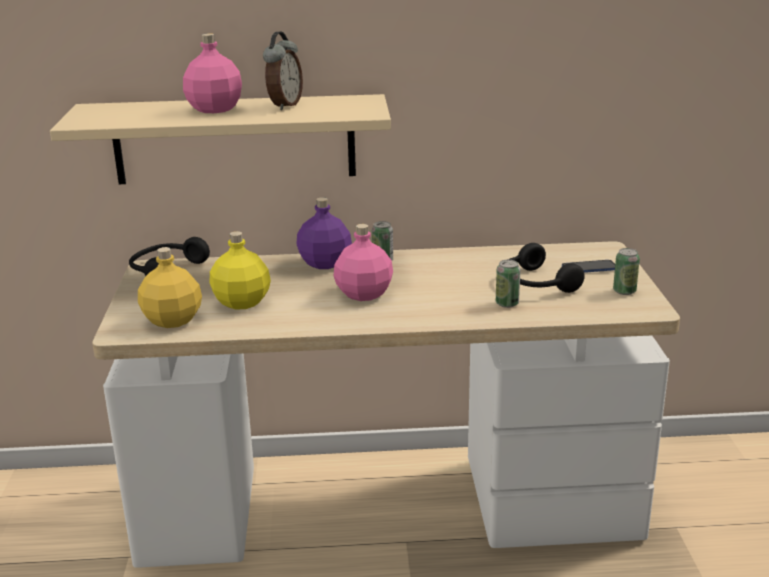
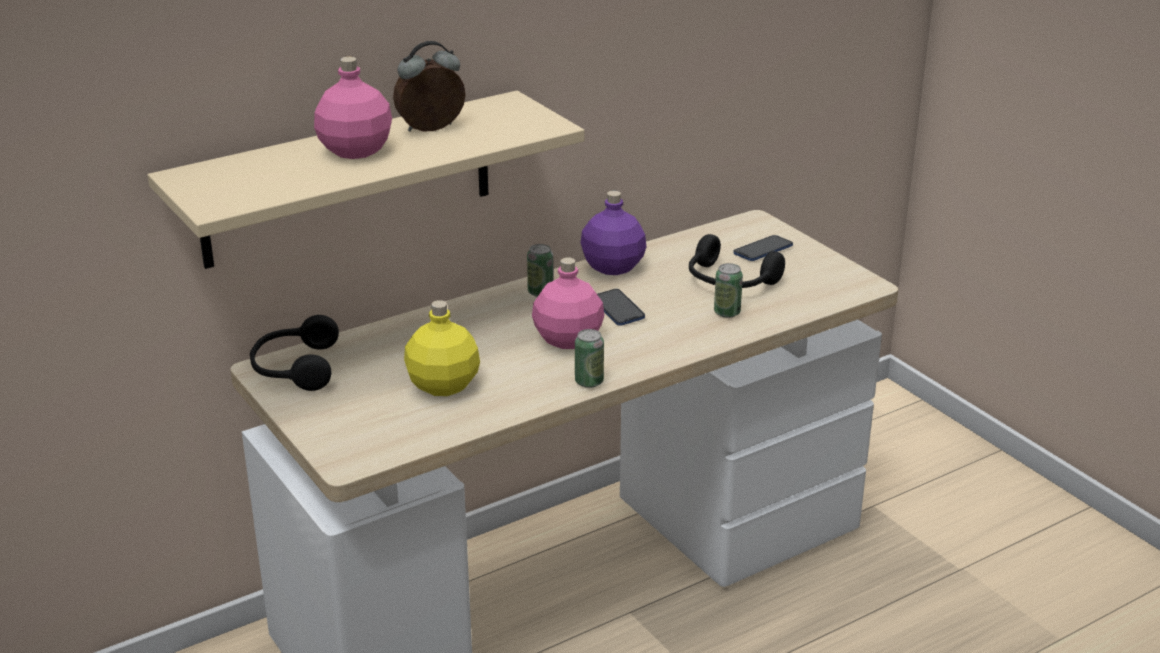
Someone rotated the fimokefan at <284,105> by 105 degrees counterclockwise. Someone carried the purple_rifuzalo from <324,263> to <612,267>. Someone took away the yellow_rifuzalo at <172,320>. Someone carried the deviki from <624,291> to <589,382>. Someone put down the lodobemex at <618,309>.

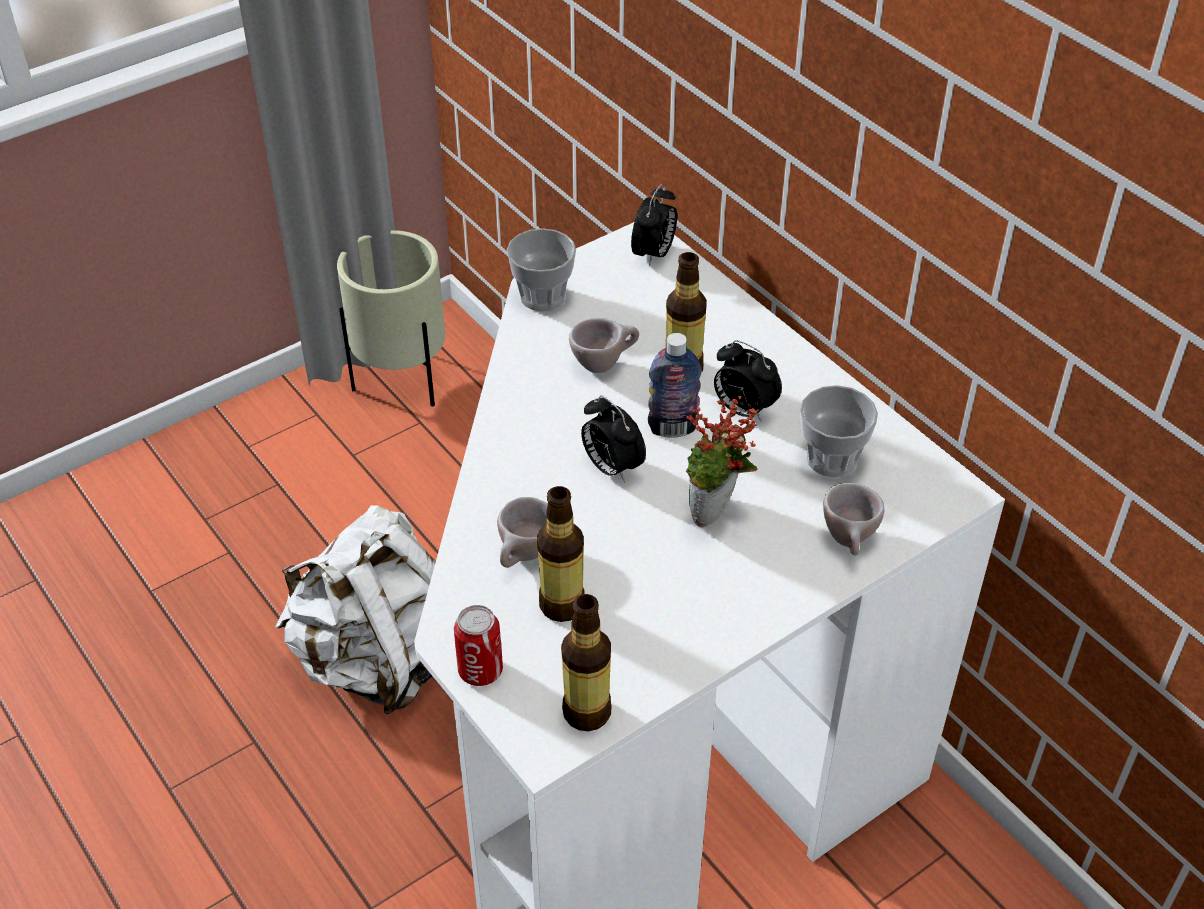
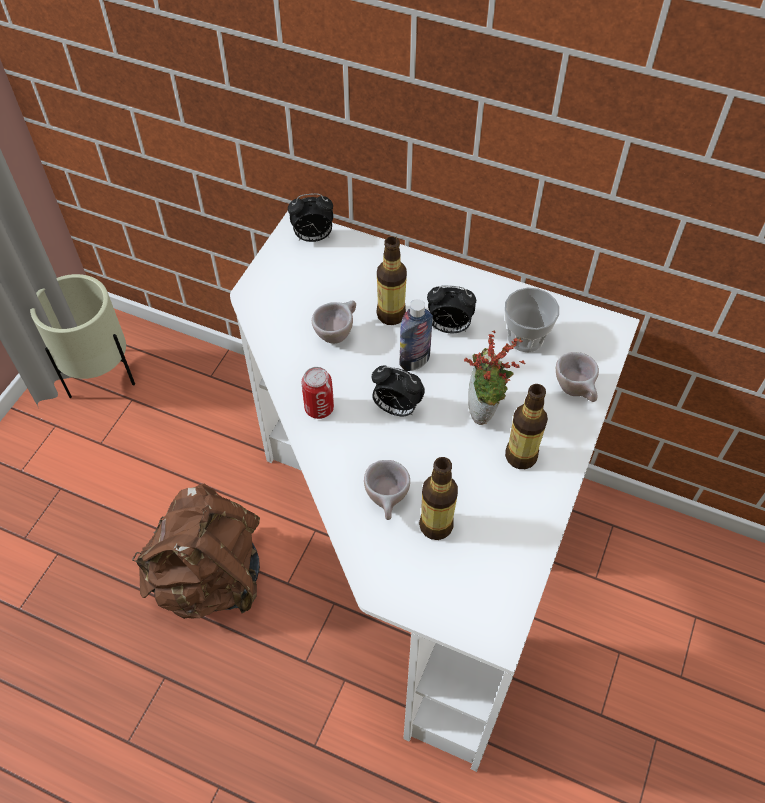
Someone rotated the fimokefan at <654,254> by 90 degrees clockwise. Someone took away the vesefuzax at <543,297>. Someone repainted the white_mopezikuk at <378,660>, which became the brown_mopezikuk at <211,578>. Someone carried the rifuzalo from <586,712> to <521,456>. Someone carried the deviki from <480,670> to <319,408>.

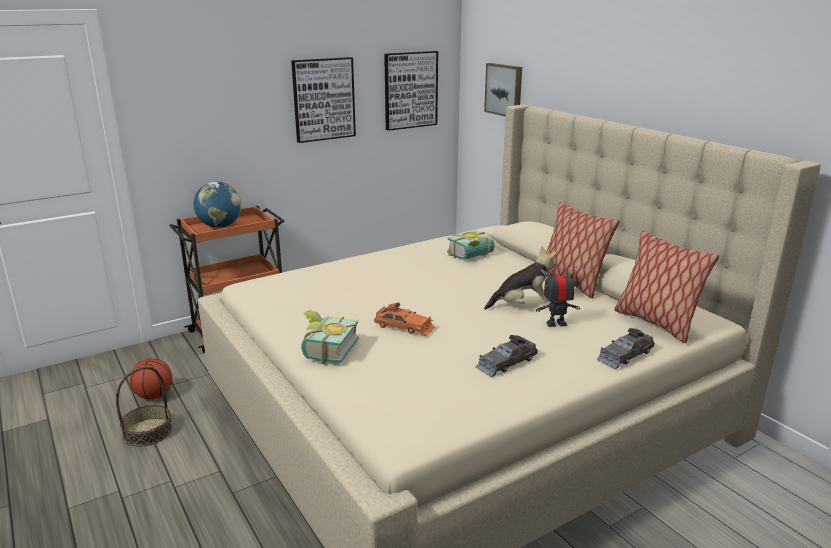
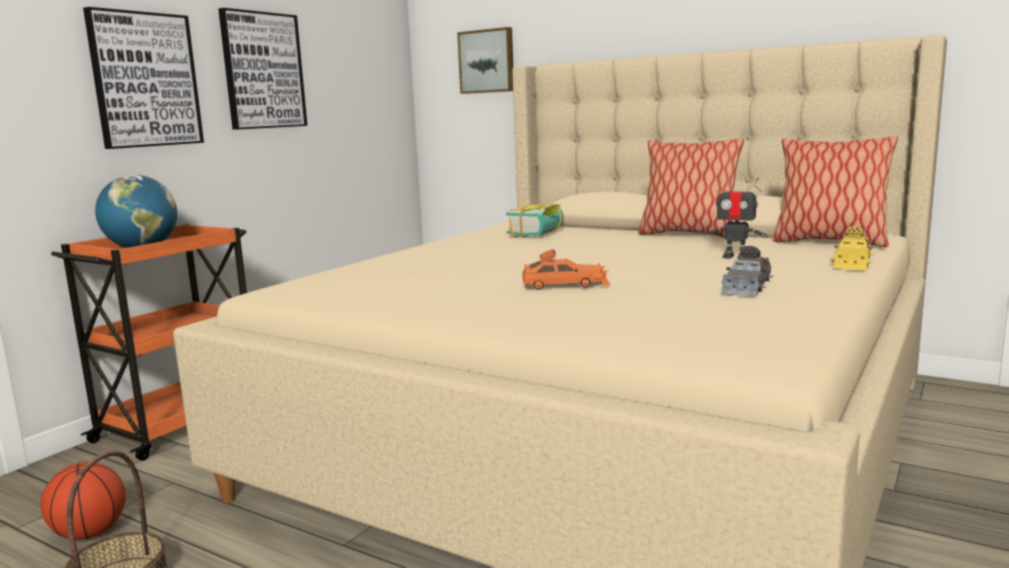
Someone carried the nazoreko from <410,90> to <145,80>. Someone took away the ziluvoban at <522,305>. Someone rotated the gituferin at <556,324> by 120 degrees counterclockwise. Someone took away the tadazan at <325,350>. Someone repainted the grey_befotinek at <625,355>, which became the yellow_befotinek at <852,262>.

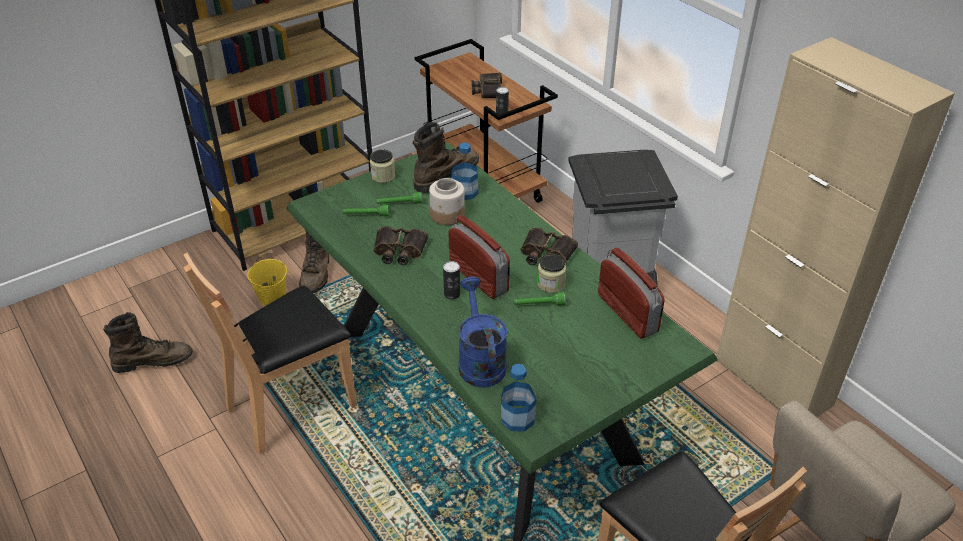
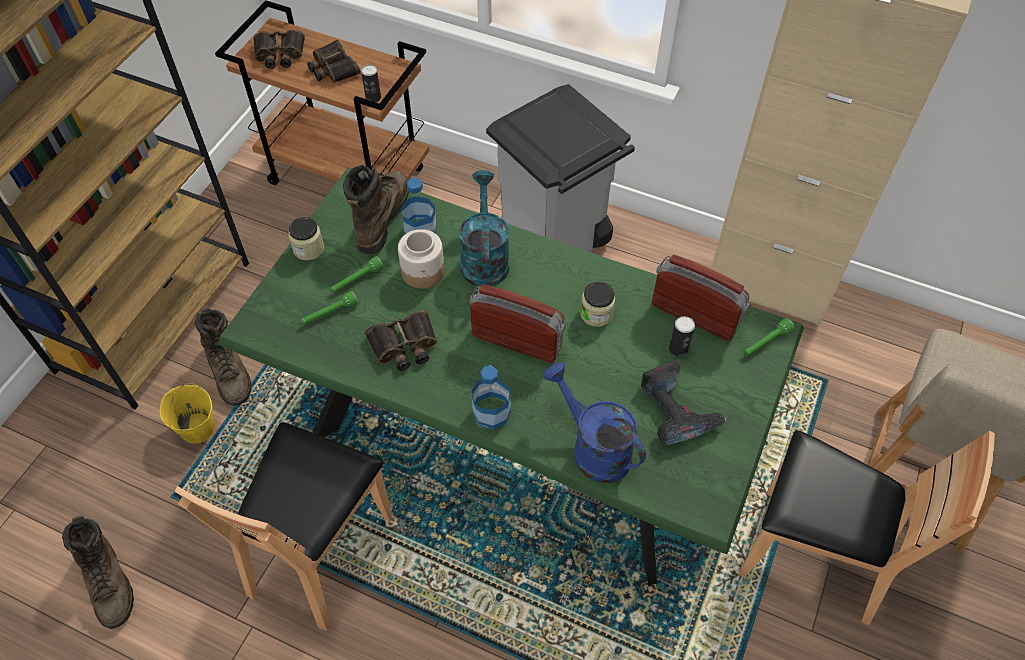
Someone carried the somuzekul from <546,254> to <279,54>. Someone carried the deviki from <452,294> to <678,349>. Someone carried the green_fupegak from <539,305> to <765,343>. Someone rotated the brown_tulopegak at <153,361> by 105 degrees clockwise. Someone carried the rifuzalo from <517,418> to <491,412>. Someone put down the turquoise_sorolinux at <484,258>. Someone put down the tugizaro at <677,409>.

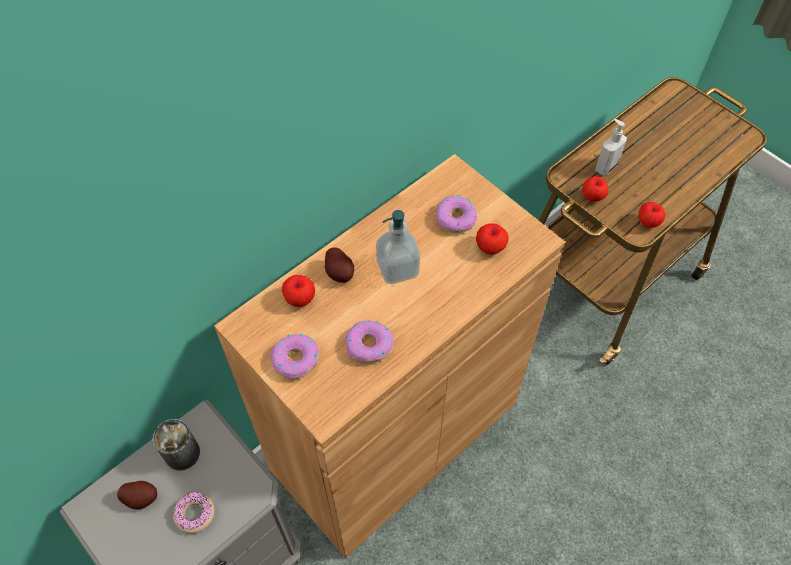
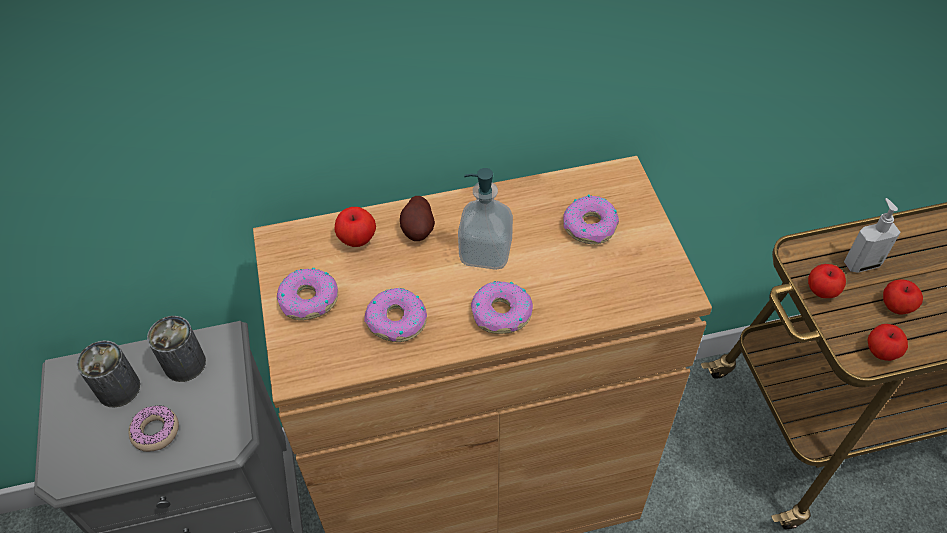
Someone carried the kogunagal from <490,247> to <896,307>. Someone swapped the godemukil at <141,498> for the deviki at <118,388>. Someone put down the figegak at <501,313>.

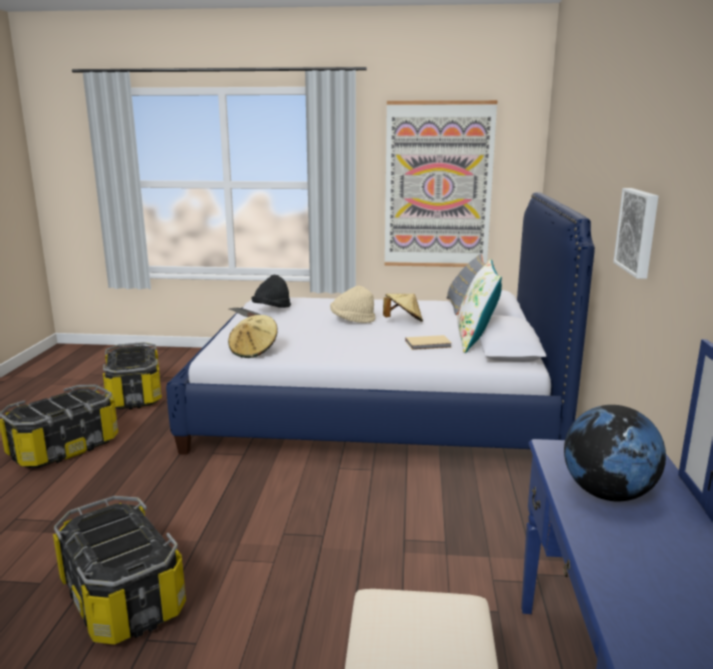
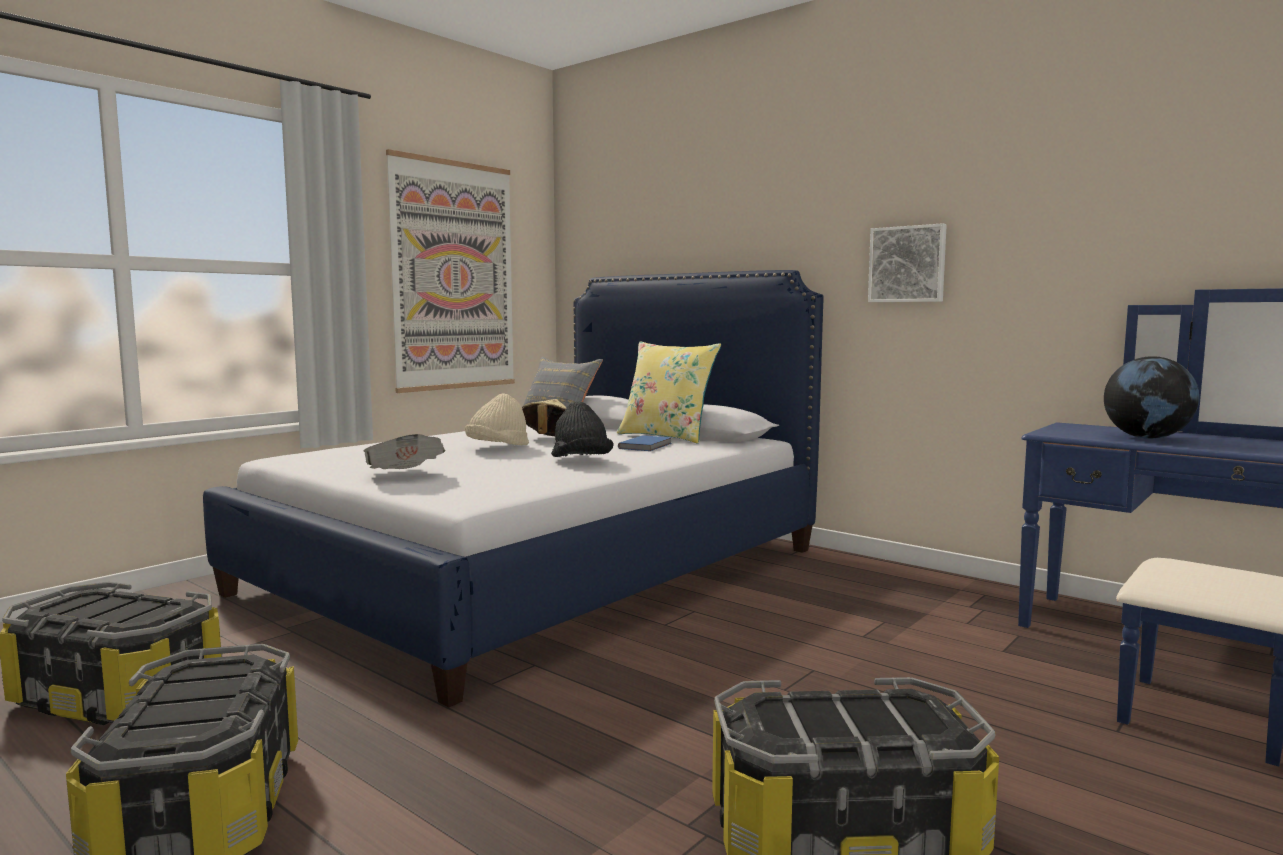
Someone repainted the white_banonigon at <476,340>, which became the yellow_banonigon at <667,436>. Someone carried the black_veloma from <272,309> to <581,461>. Someone took away the beige_veloma at <254,351>. Someone repainted the beige_tadazan at <429,344>, which became the blue_tadazan at <647,446>.

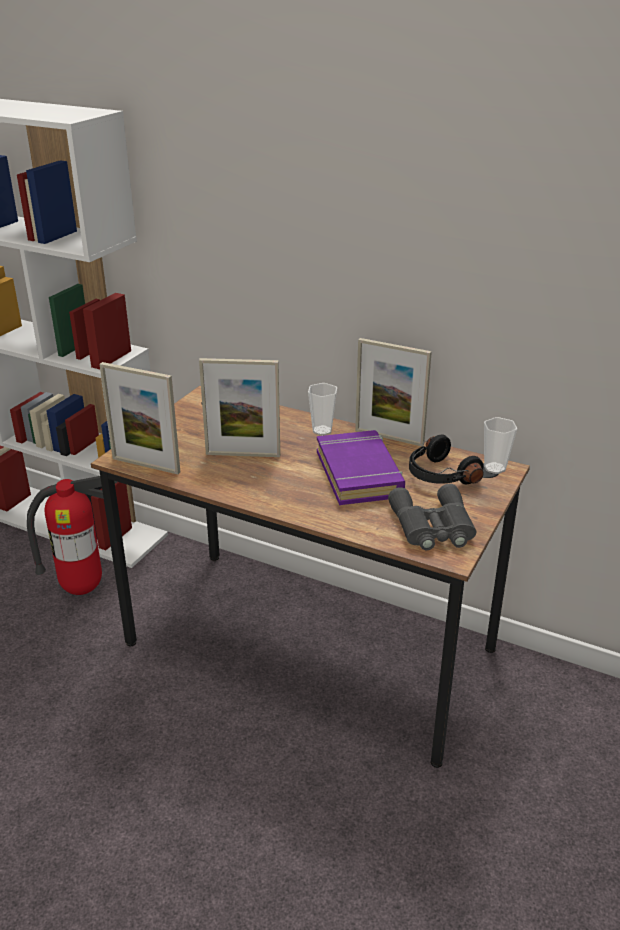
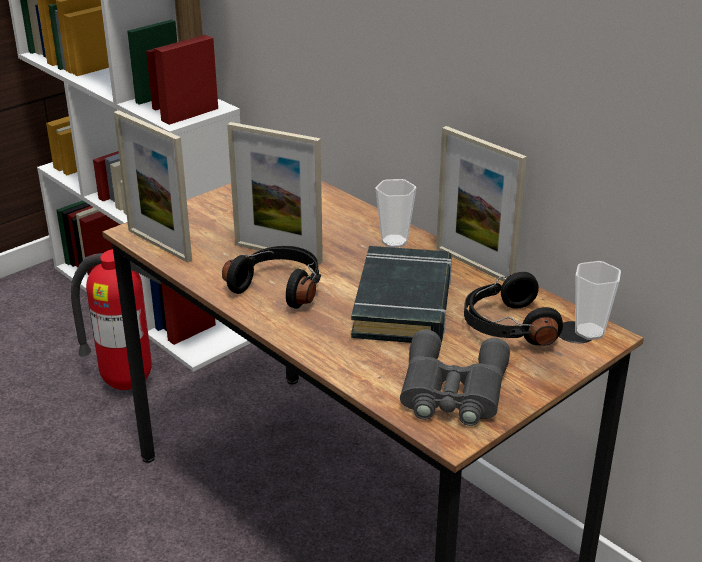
Someone repainted the purple_tadazan at <359,474>, which became the black_tadazan at <403,304>. Someone put down the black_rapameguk at <280,287>.

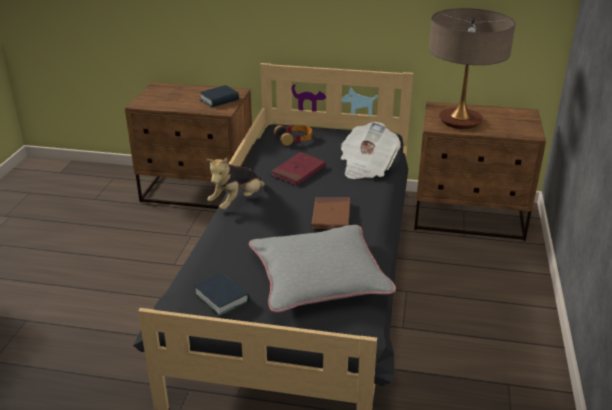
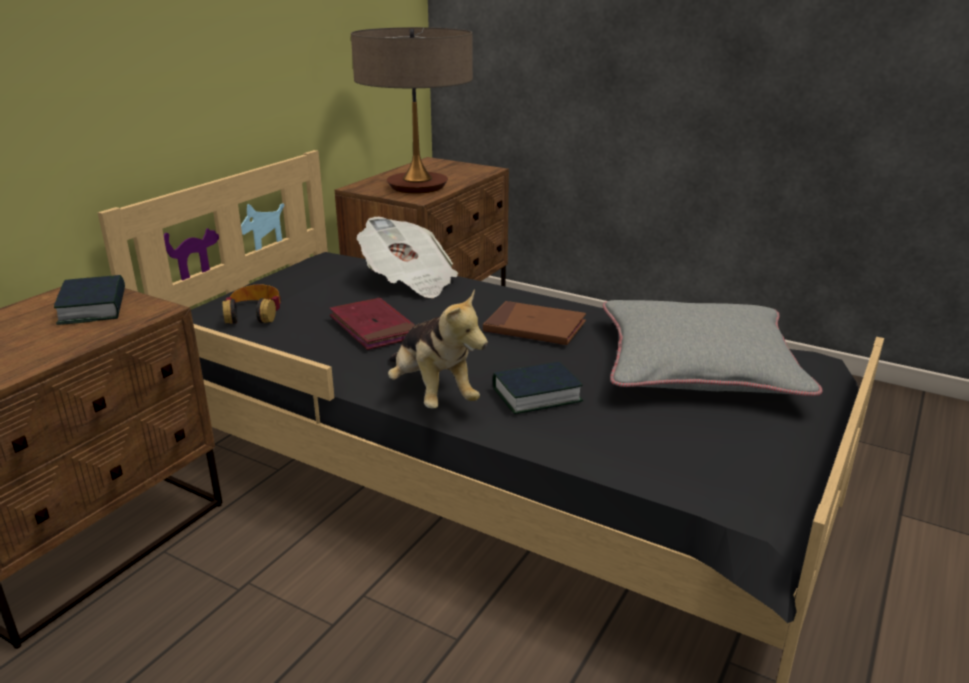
Someone carried the tadazan from <221,298> to <536,395>.

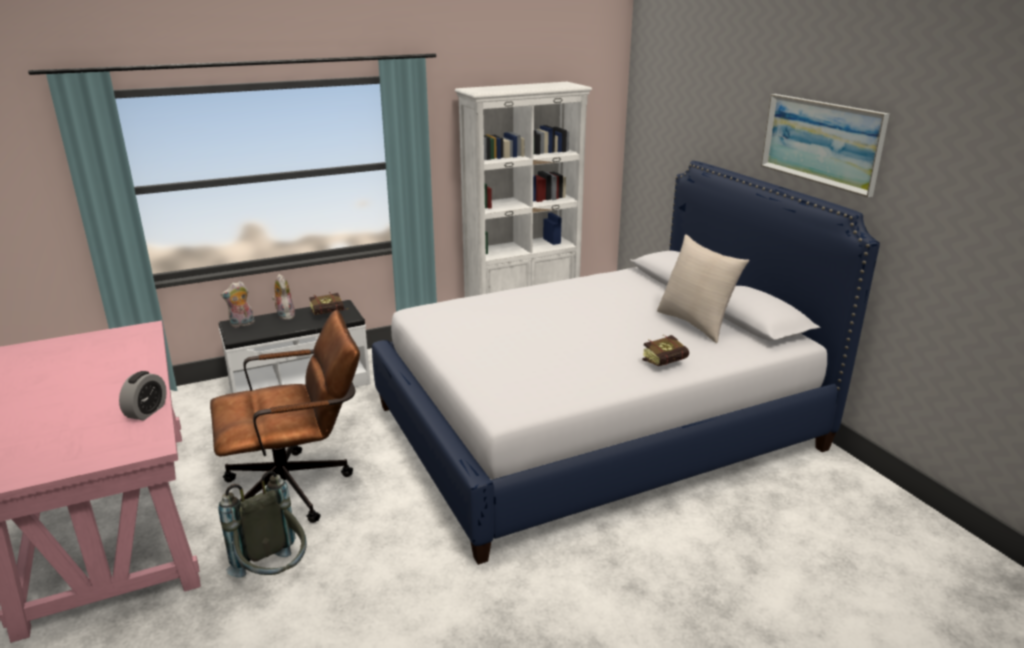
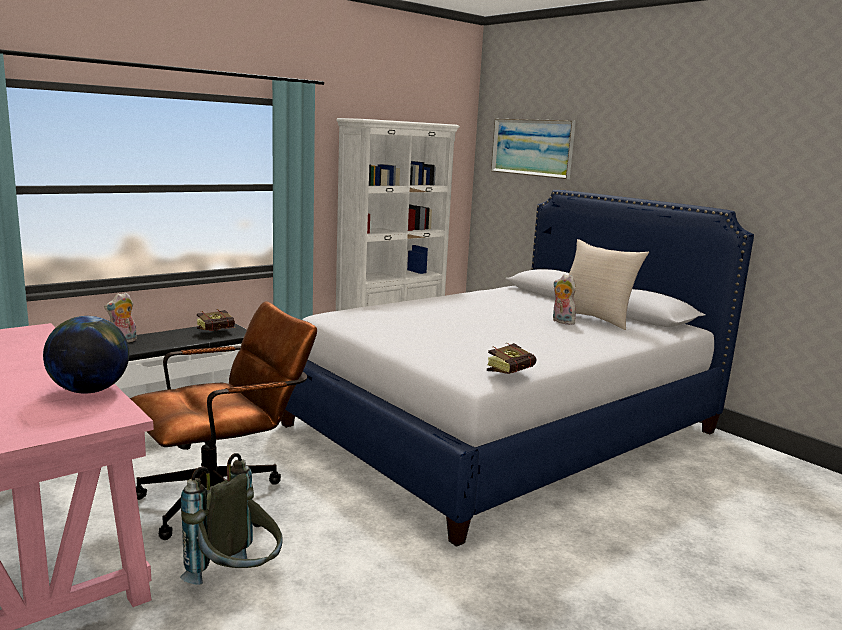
Someone carried the nazoreko from <821,142> to <532,147>. Someone carried the ziluvoban from <284,315> to <561,322>. Someone carried the tadazan from <668,363> to <513,373>. Someone swapped the fimokefan at <147,412> for the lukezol at <89,390>.

